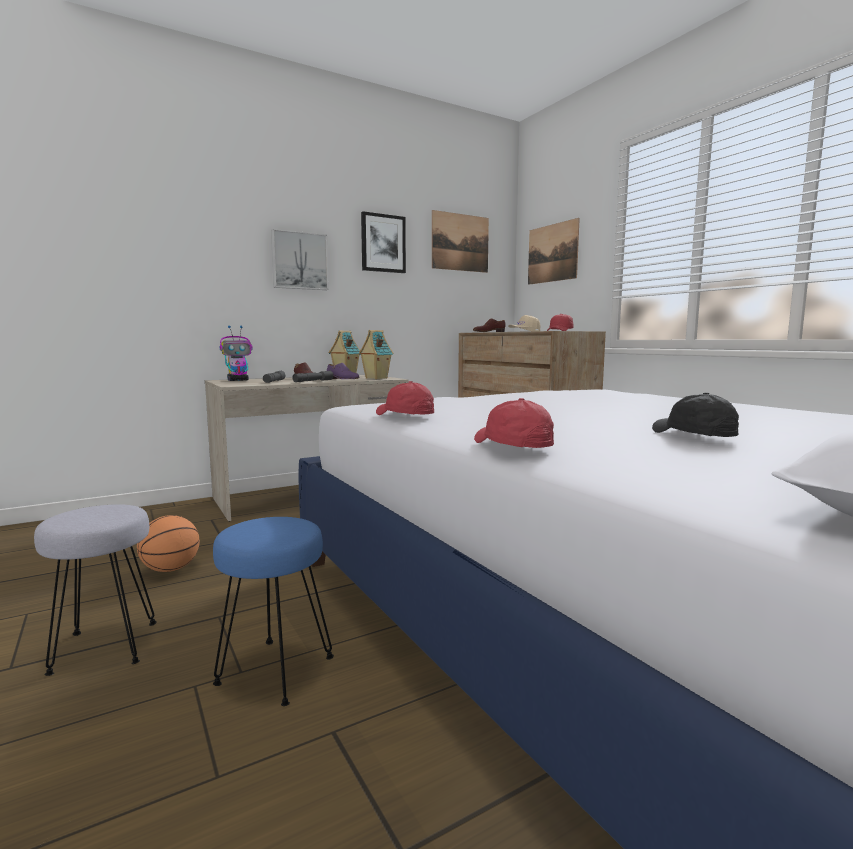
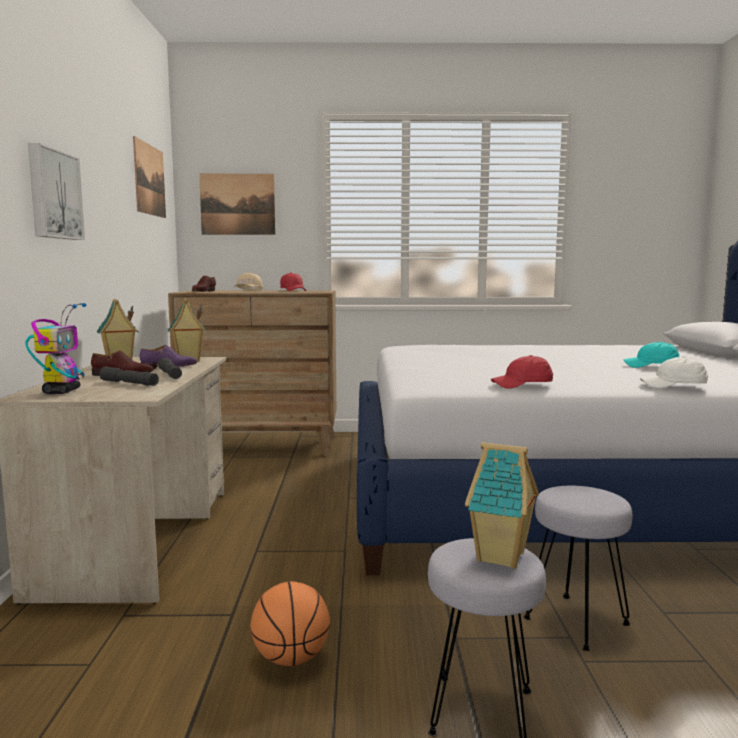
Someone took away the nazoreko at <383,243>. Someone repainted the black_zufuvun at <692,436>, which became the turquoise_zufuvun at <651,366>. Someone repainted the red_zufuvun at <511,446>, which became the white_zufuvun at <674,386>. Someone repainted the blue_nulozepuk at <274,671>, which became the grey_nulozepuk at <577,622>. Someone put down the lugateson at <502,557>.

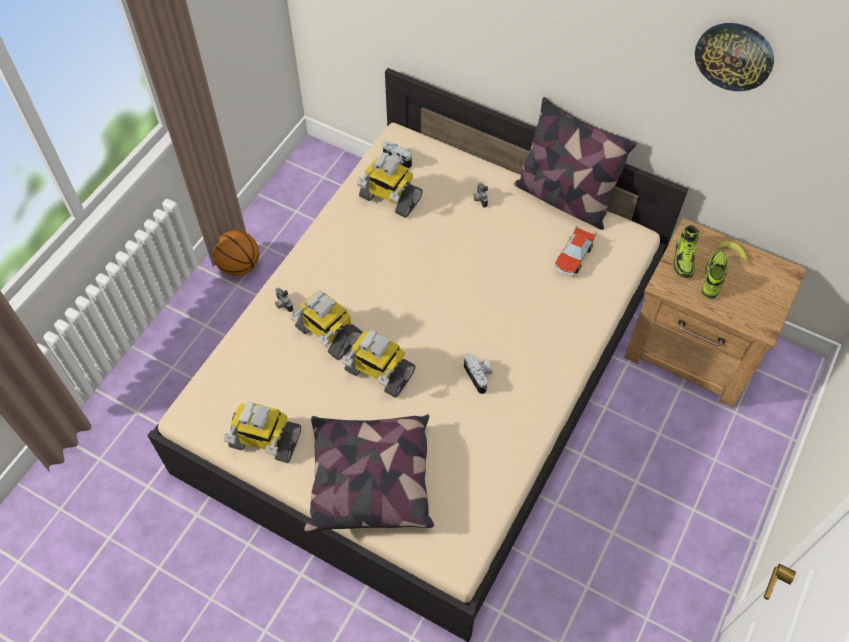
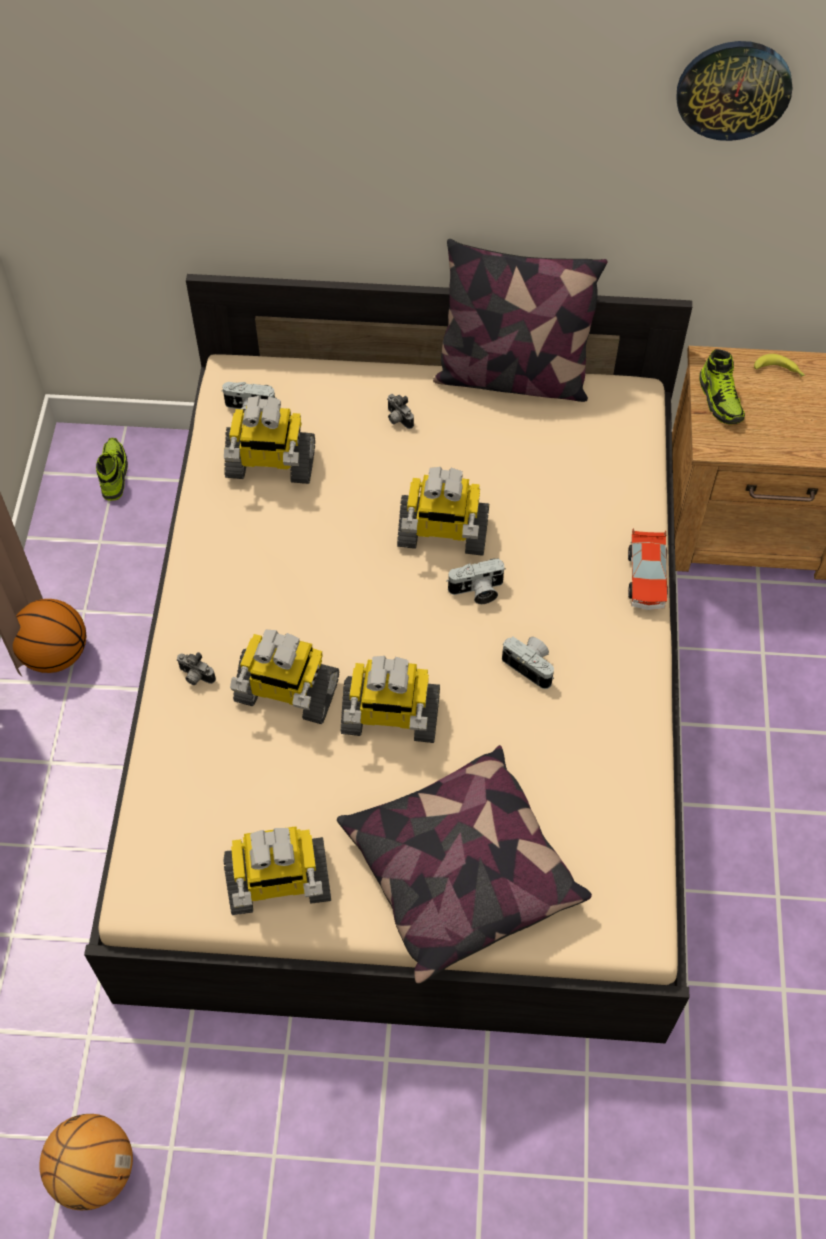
Someone carried the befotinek from <573,257> to <646,578>. Someone carried the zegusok from <713,278> to <113,474>. Someone put down the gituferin at <442,534>. Someone put down the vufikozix at <477,591>. Someone put down the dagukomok at <94,1171>.

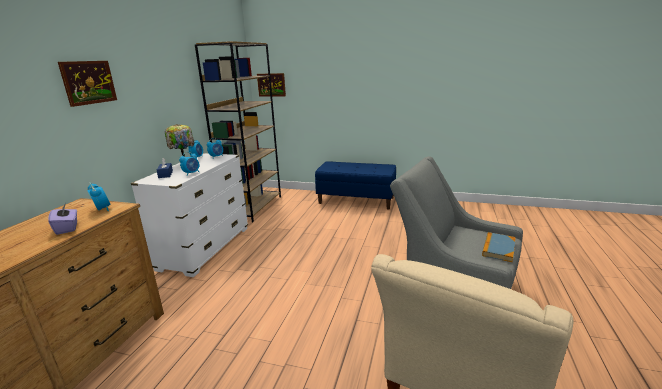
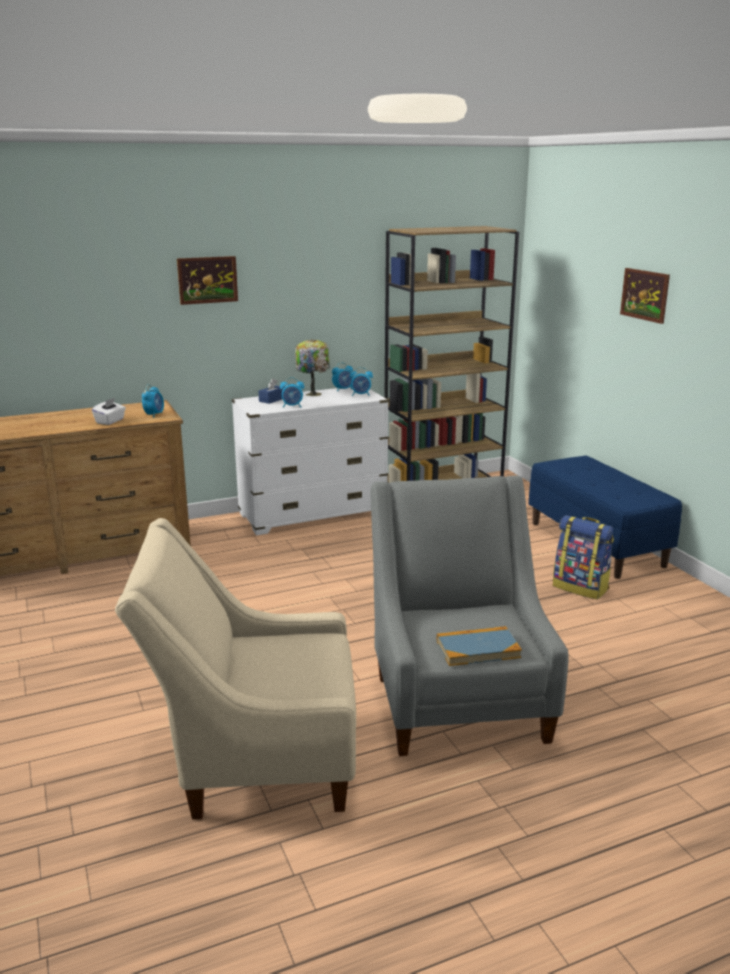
Someone carried the nazoreko from <271,85> to <644,295>. Someone repainted the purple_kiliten at <67,228>, which became the white_kiliten at <110,421>. Someone put down the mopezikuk at <581,587>.

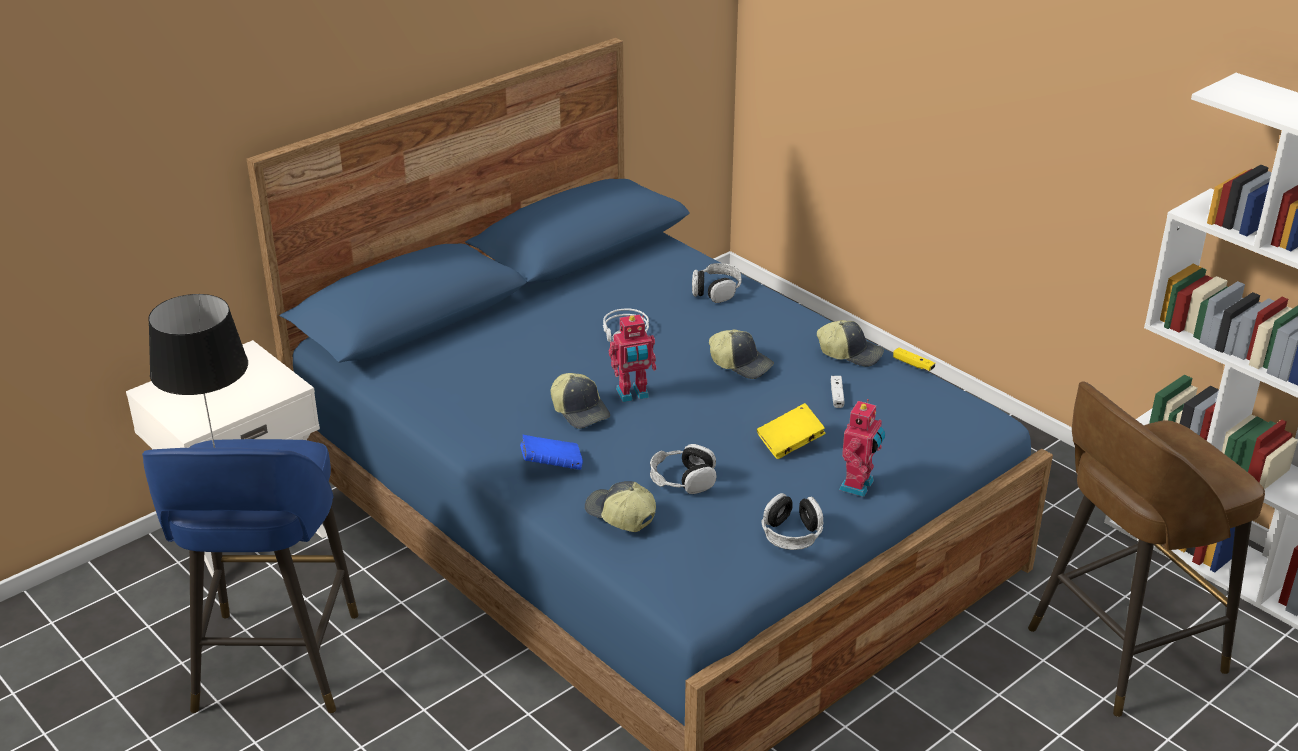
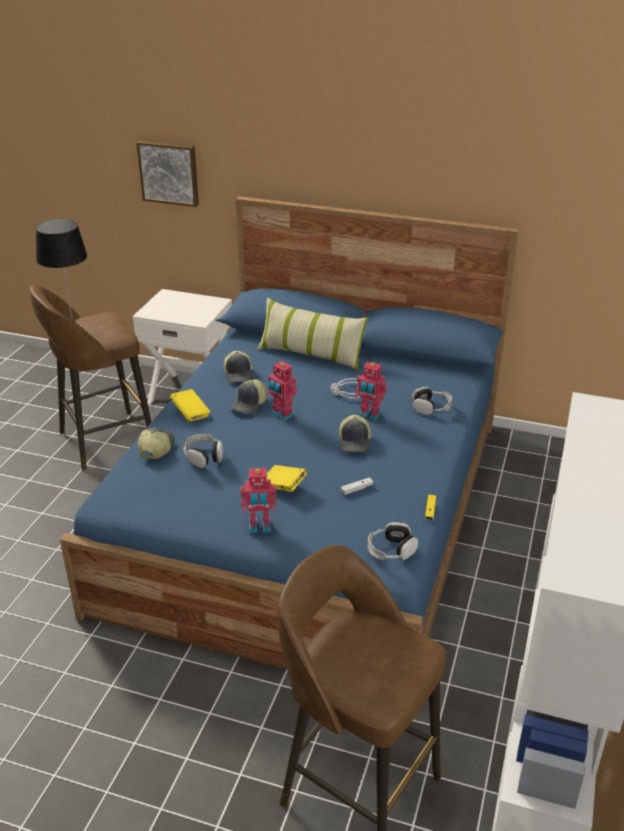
Someone carried the zufuvun from <850,353> to <239,374>. Someone repainted the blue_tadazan at <551,465>, which became the yellow_tadazan at <190,413>. Someone repainted the blue_nulozepuk at <275,666>, which became the brown_nulozepuk at <104,441>. Someone carried the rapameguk from <792,533> to <391,550>. Someone put up the nazoreko at <169,172>. Someone put down the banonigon at <311,354>. Someone put down the gituferin at <369,415>.

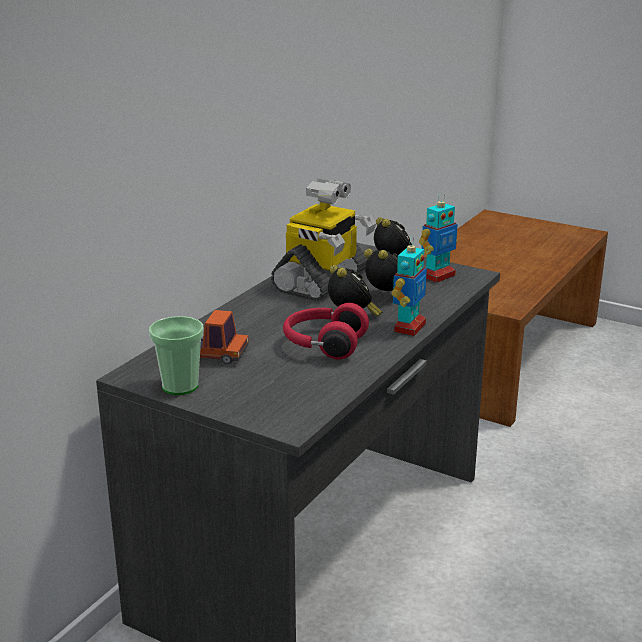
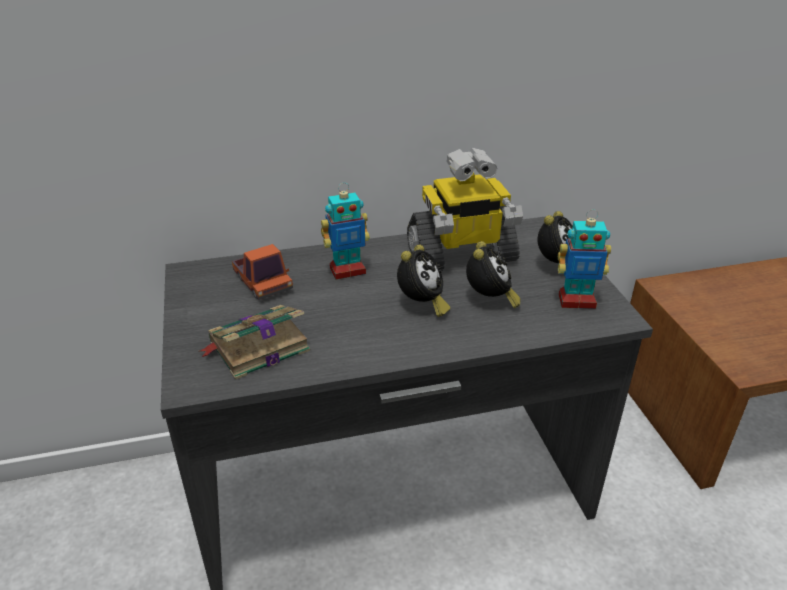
Someone carried the gituferin from <409,328> to <347,270>. Someone took away the red_rapameguk at <323,345>. Someone took away the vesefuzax at <180,386>. Someone put down the tadazan at <257,347>.

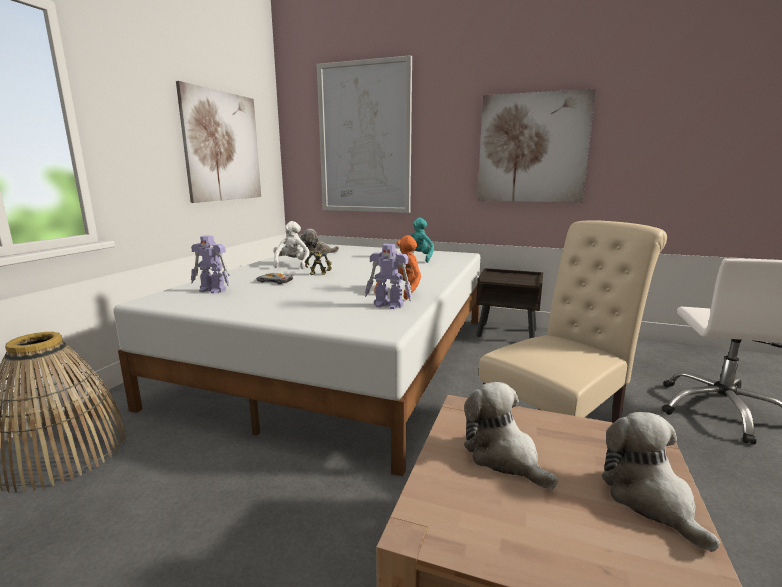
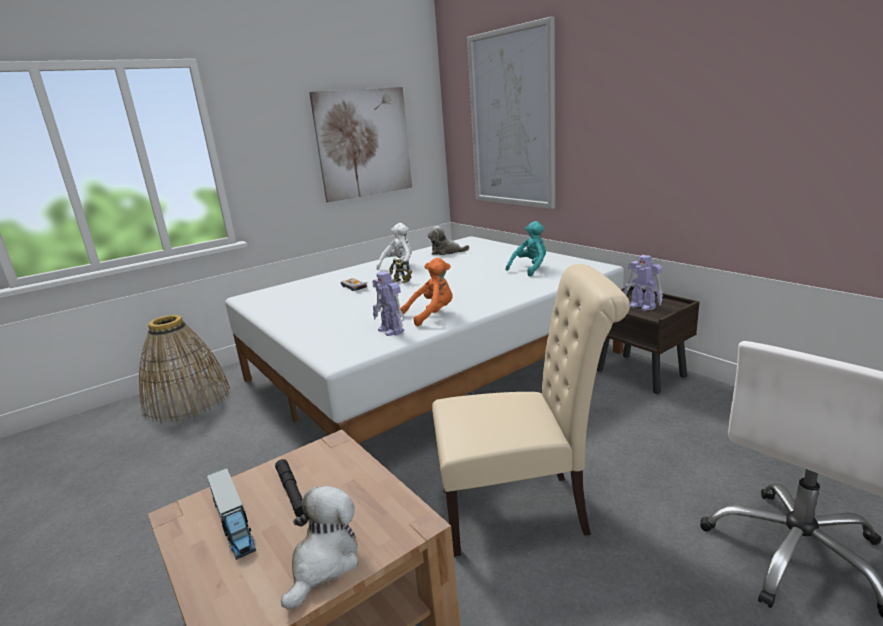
Someone took away the nazoreko at <532,148>. Someone carried the gituferin from <213,290> to <642,306>. Someone swapped the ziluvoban at <504,457> for the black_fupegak at <291,491>. Someone put down the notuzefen at <233,523>.

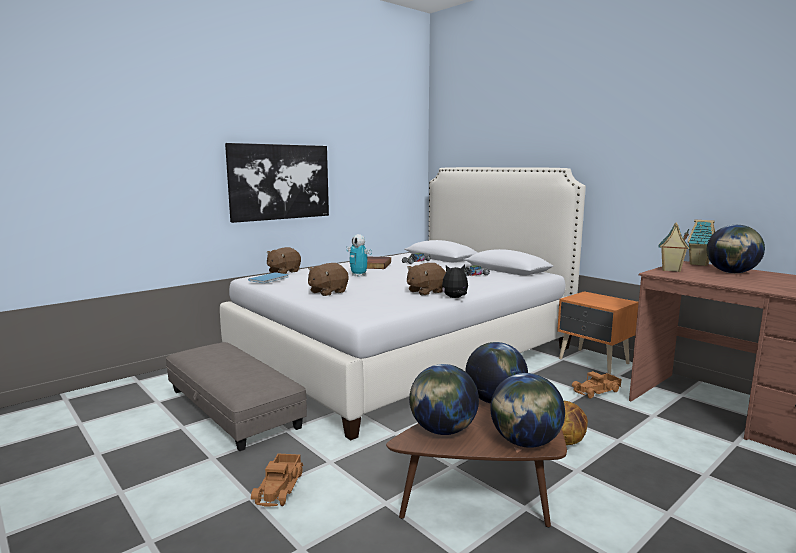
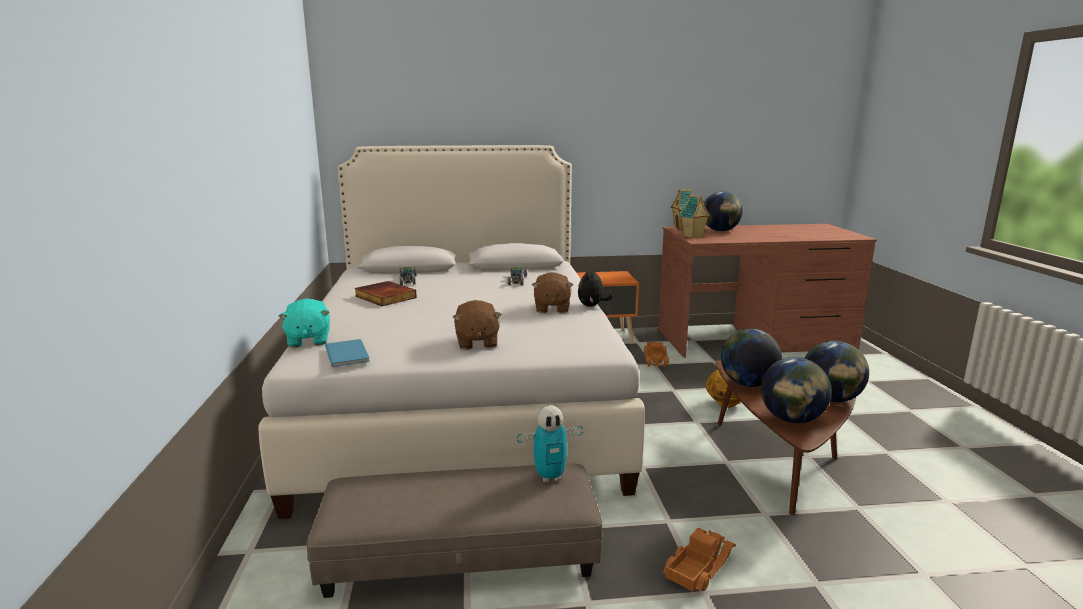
Someone took away the nazoreko at <280,182>. Someone carried the gituferin from <358,275> to <550,477>. Someone repainted the brown_ziluvoban at <283,272>, which became the turquoise_ziluvoban at <308,340>. Someone rotated the notuzefen at <280,487> by 90 degrees counterclockwise.

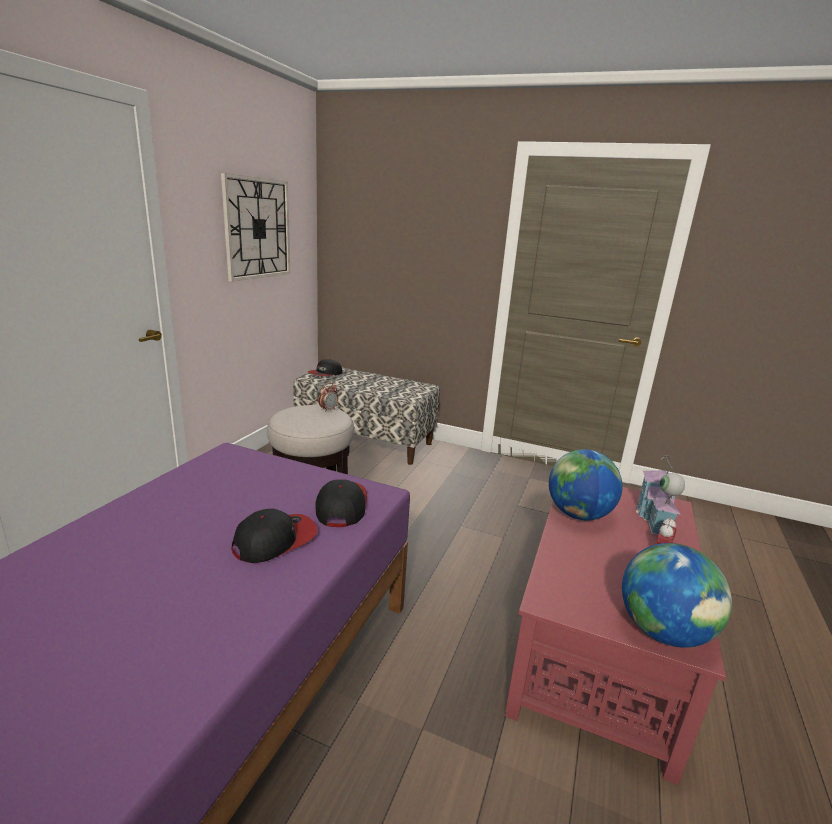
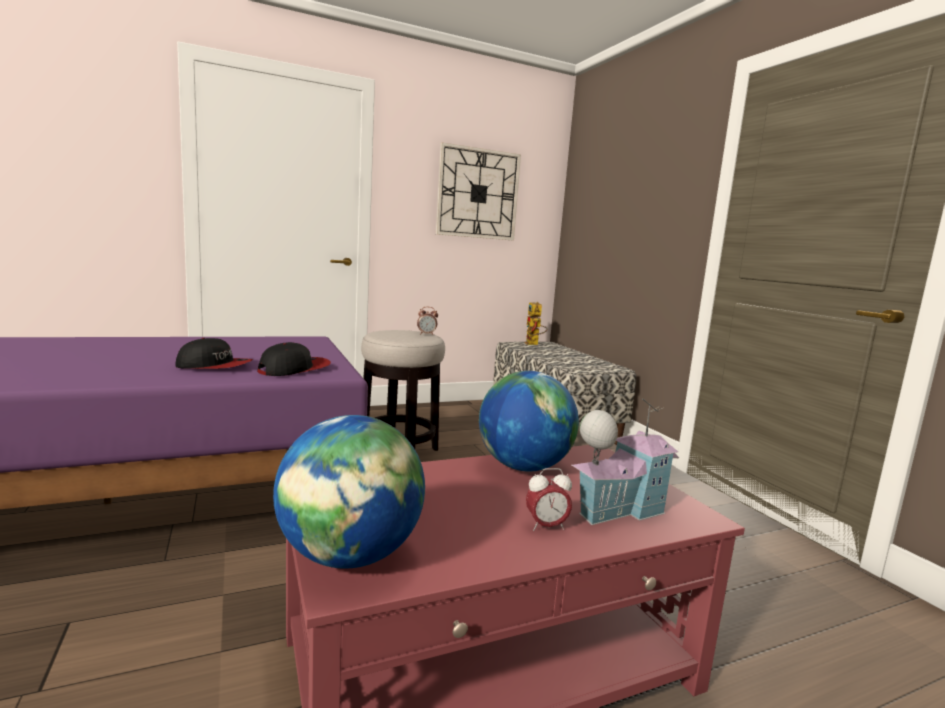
Someone swapped the zufuvun at <325,374> for the gituferin at <533,344>.

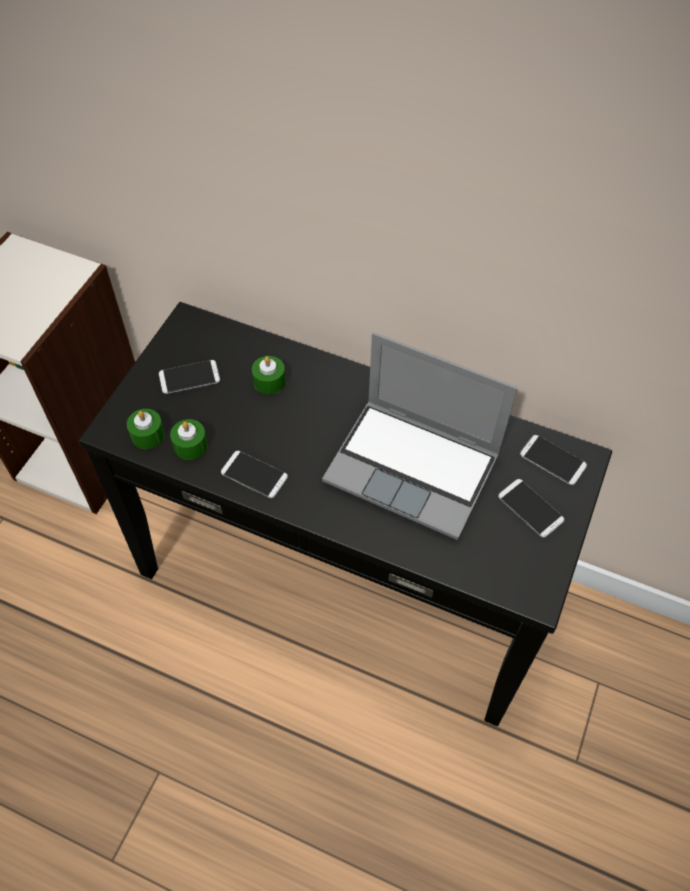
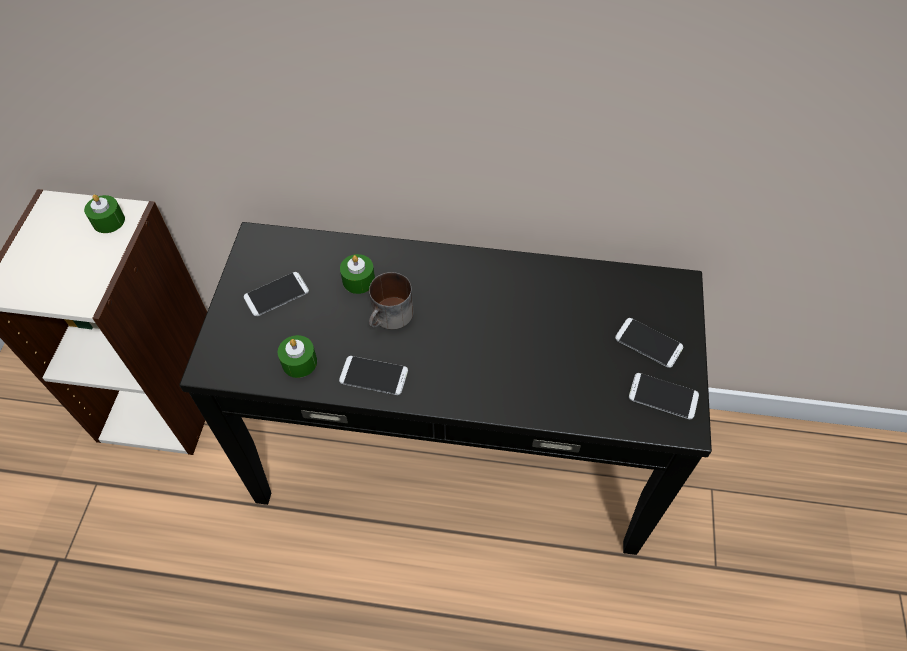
Someone took away the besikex at <414,468>. Someone carried the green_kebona from <147,435> to <108,221>. Someone carried the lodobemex from <552,460> to <663,396>. Someone put down the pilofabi at <390,317>.

